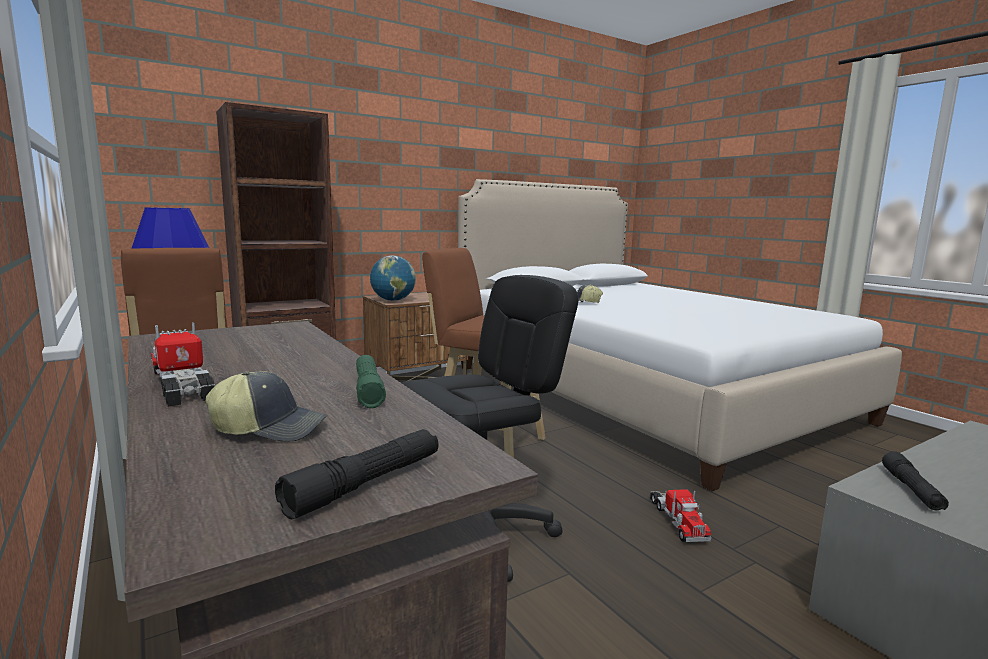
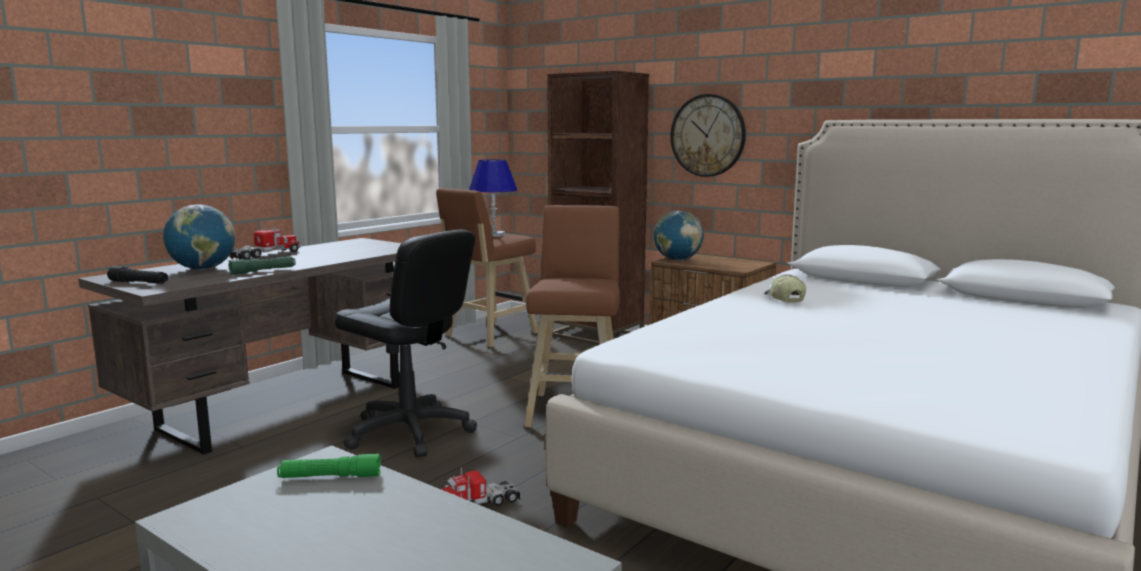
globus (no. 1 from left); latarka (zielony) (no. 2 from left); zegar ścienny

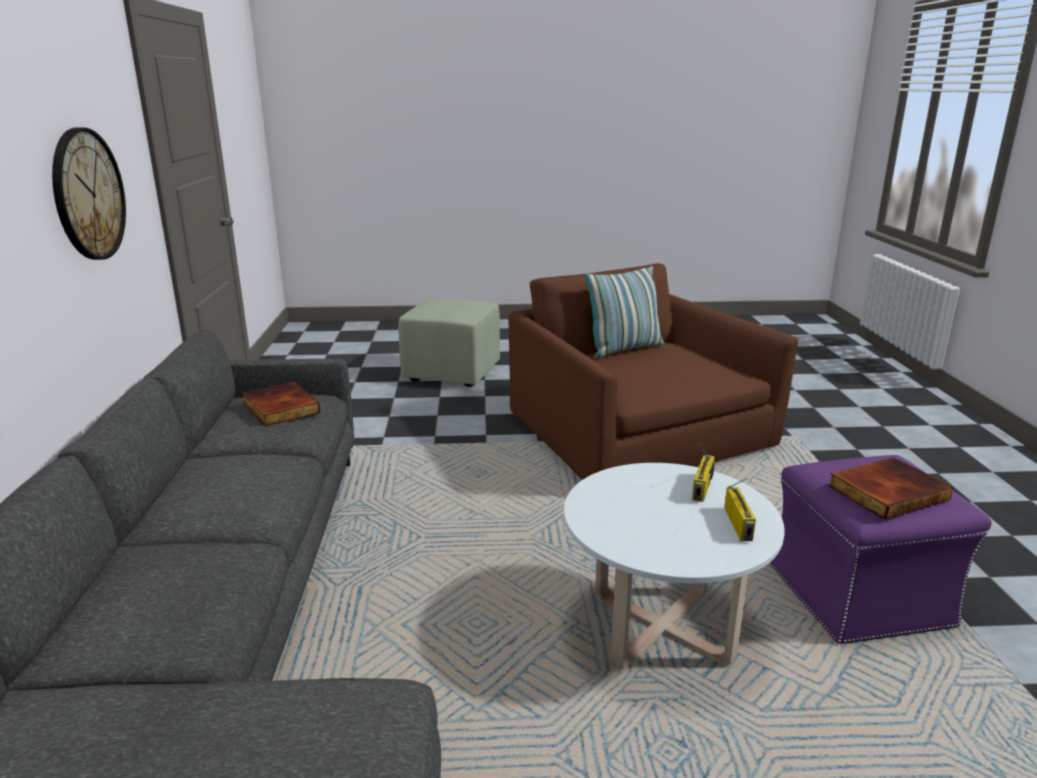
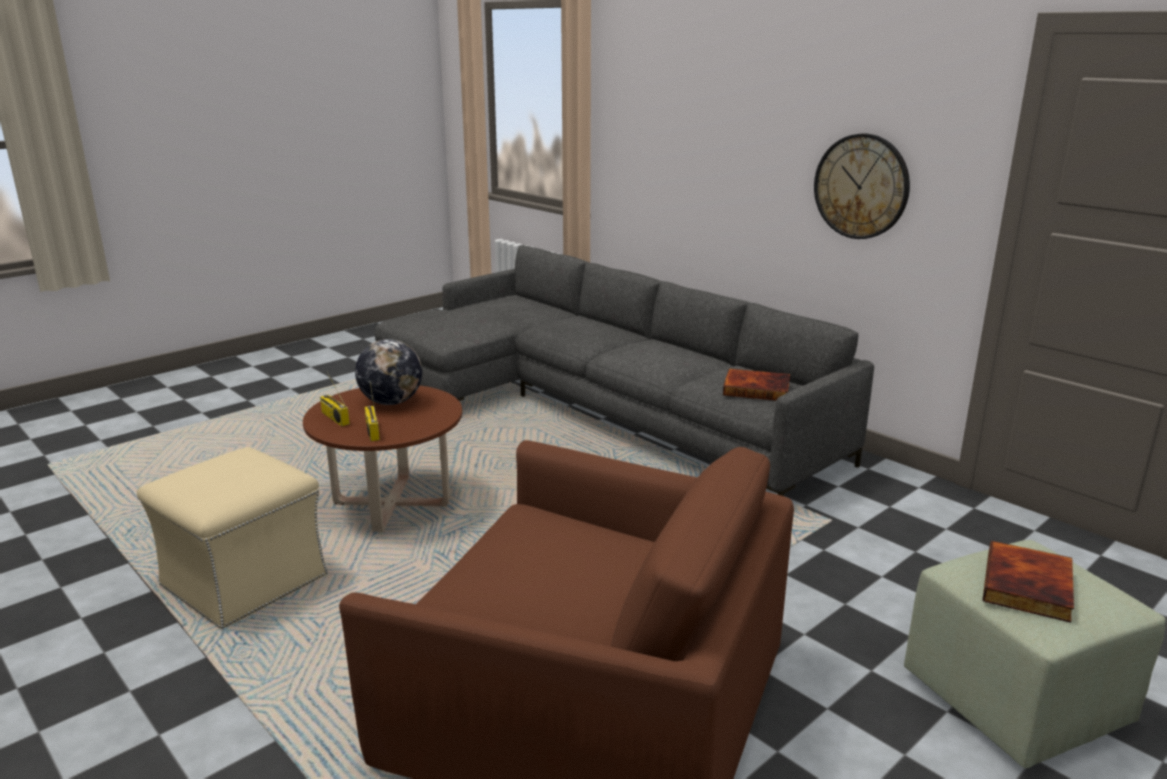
pufa (beżowy); ława (brązowy); globus; książka (no. 2 from left); poduszka

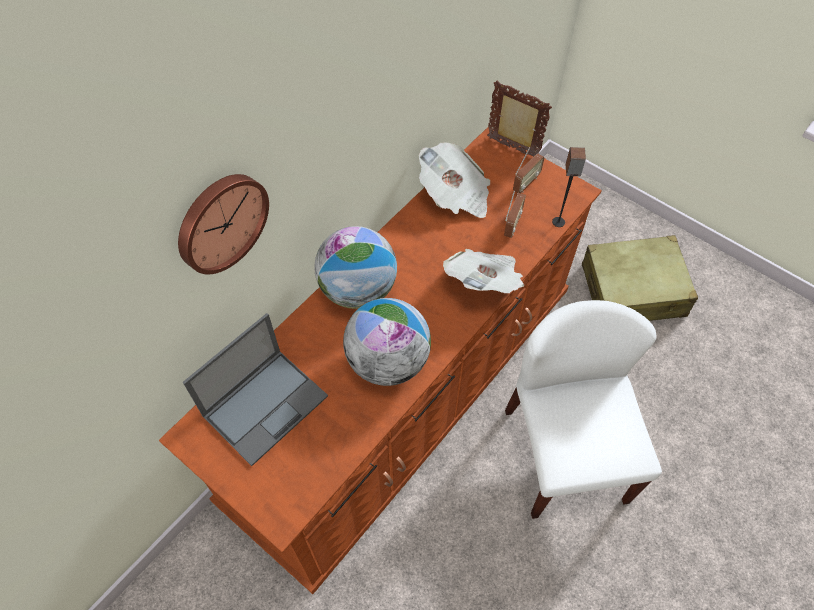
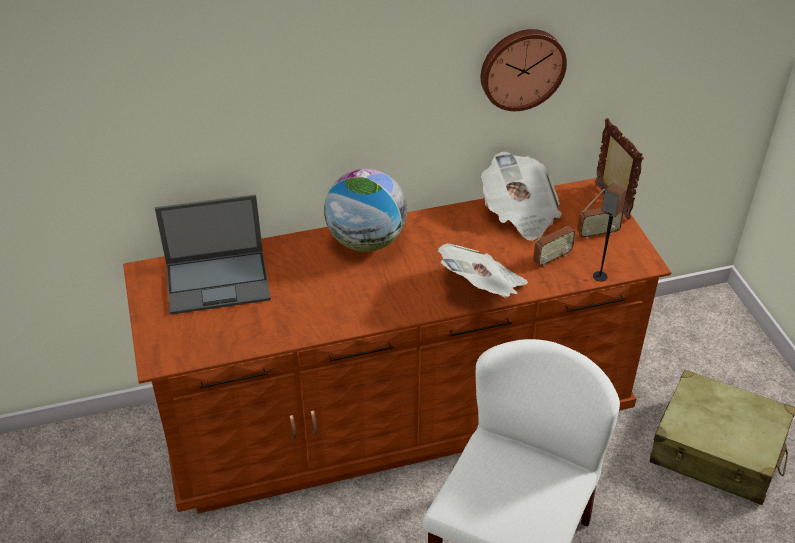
zegar ścienny; globus (no. 2 from left in the first image)

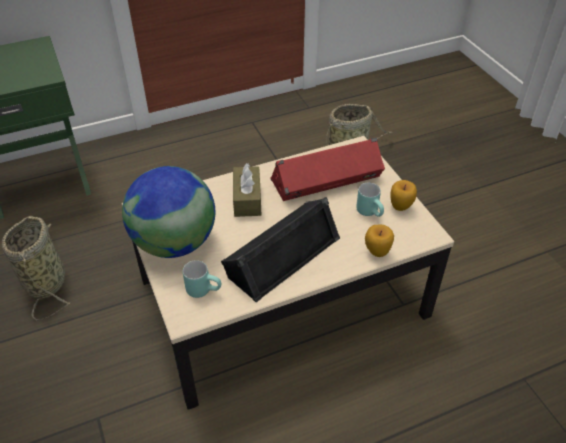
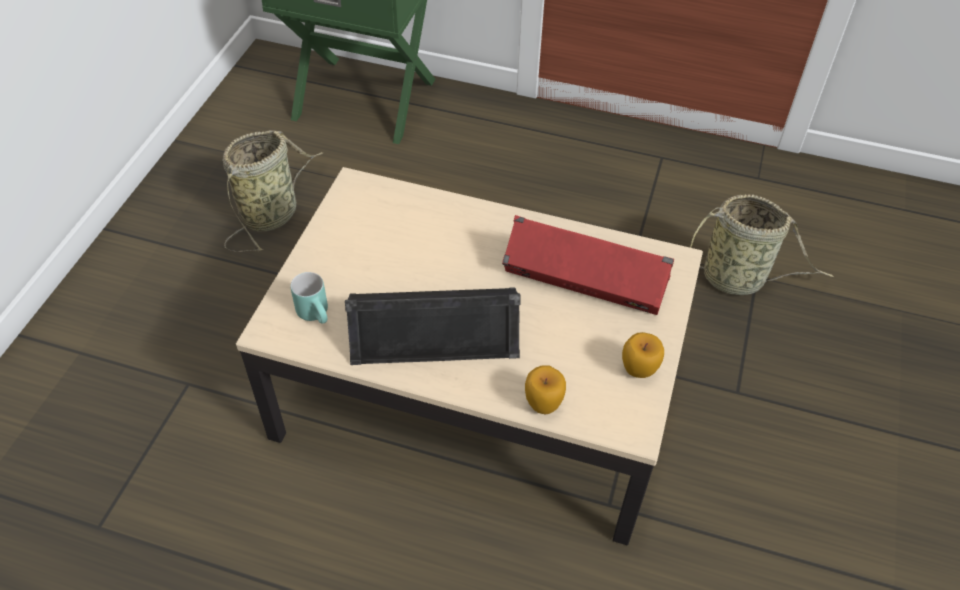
globus; pudełko chusteczek (brązowy); kubek (turkusowy) (no. 2 from left in the first image)

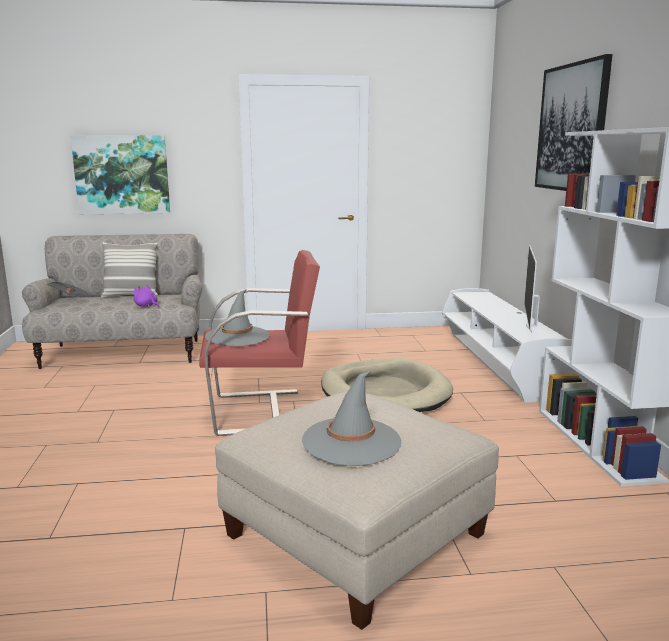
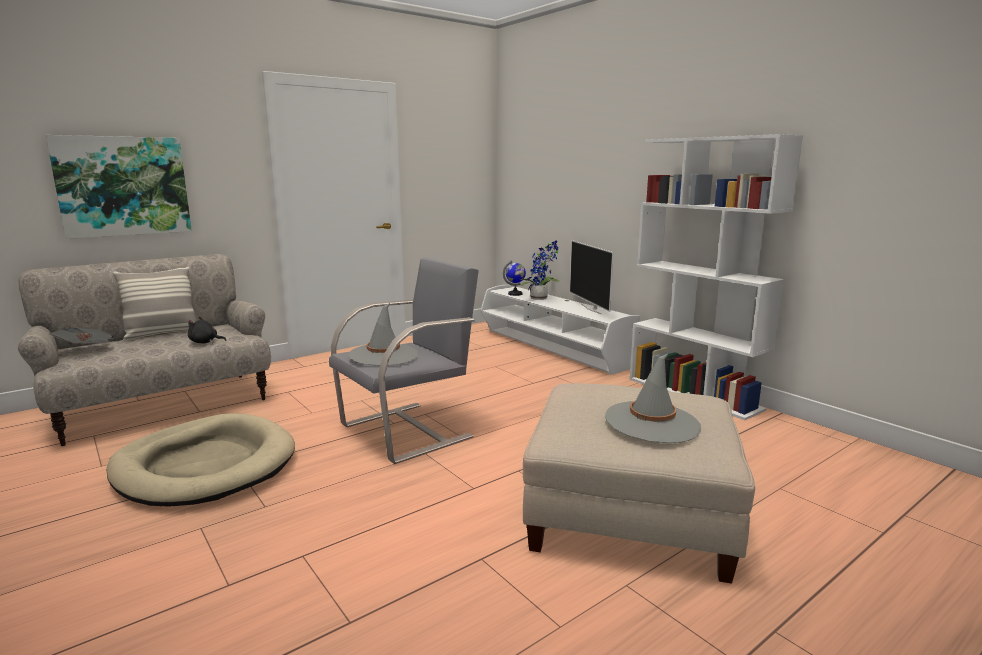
legowisko (beżowy); pluszak (czarny); fotel (szary); globus; roślina doniczkowa; obraz (no. 2 from left in the first image)

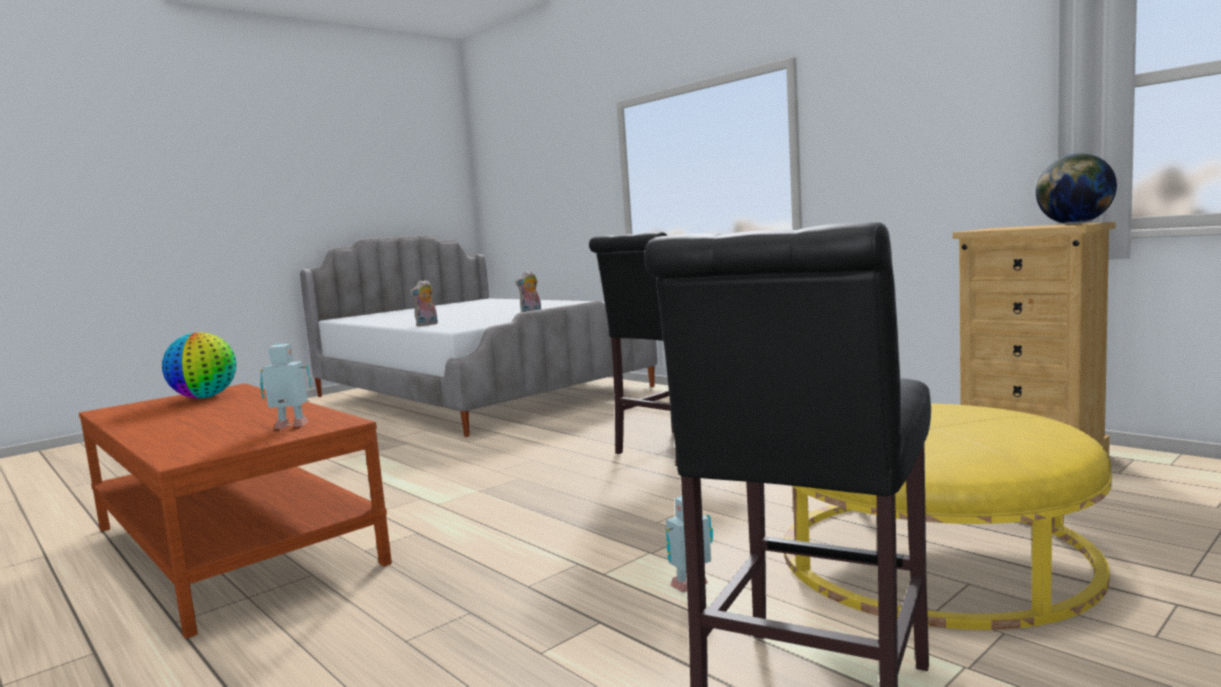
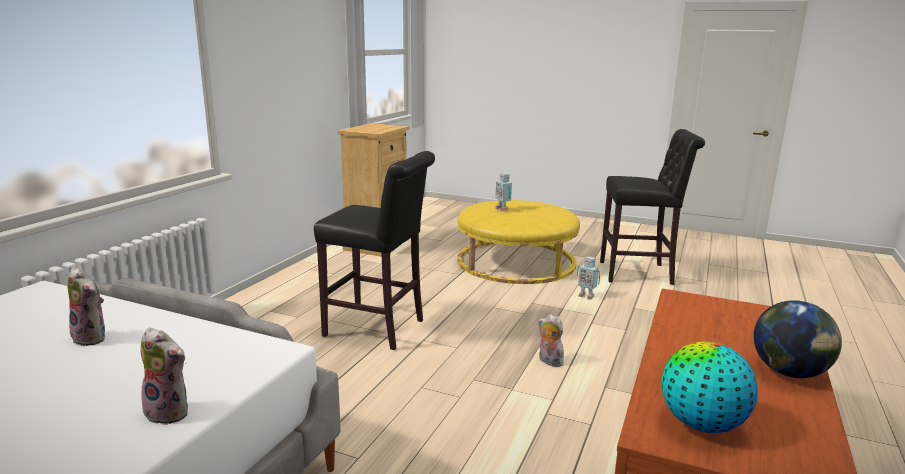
robot zabawkowy (no. 1 from left); pluszak (no. 3 from left); globus (no. 2 from left)

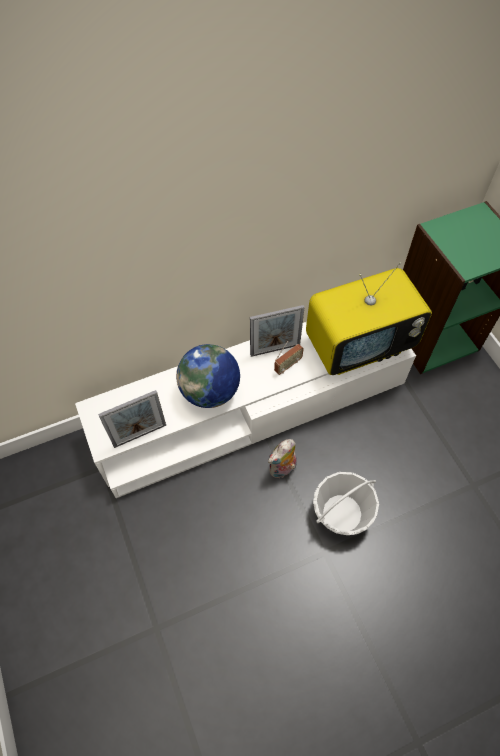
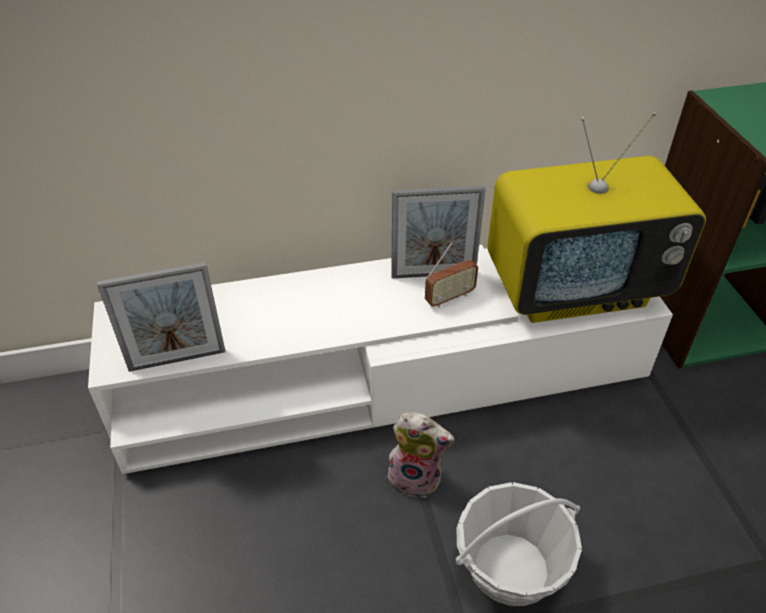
pluszak; globus

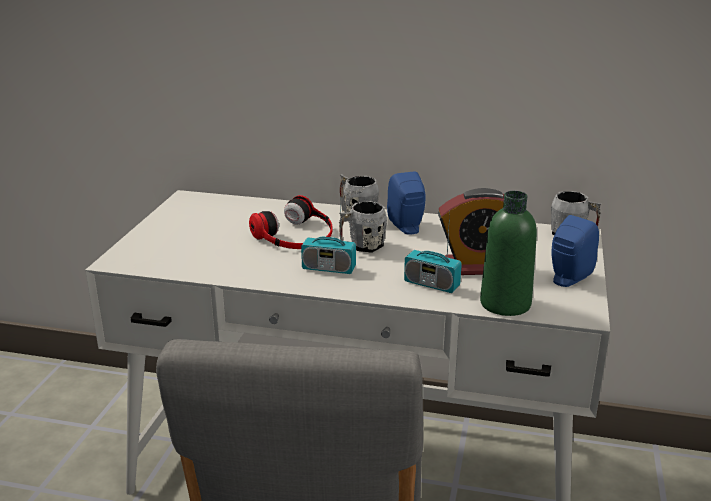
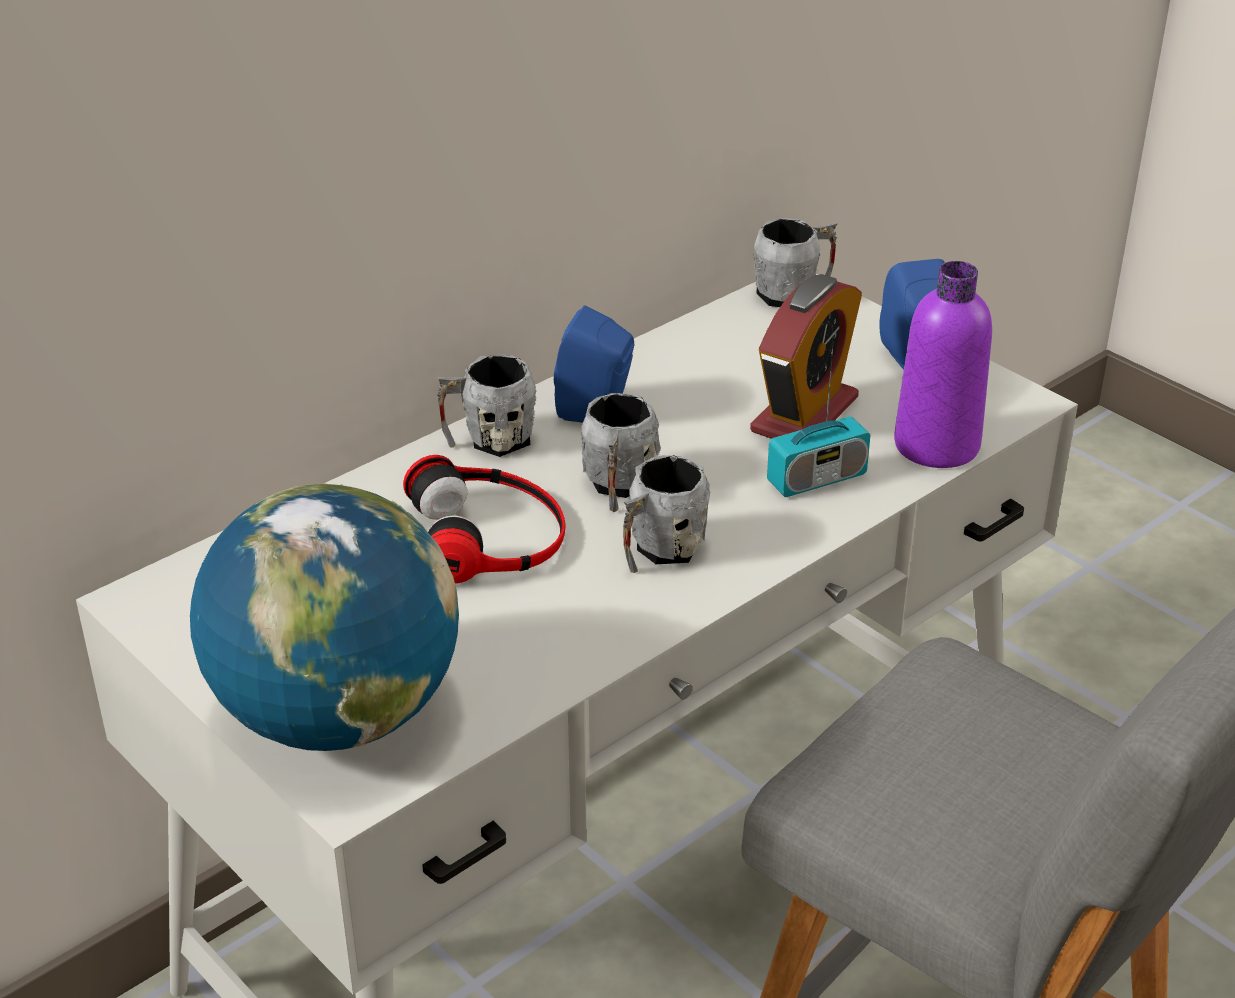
globus; kubek (szary) (no. 3 from left); butelka (fioletowy)

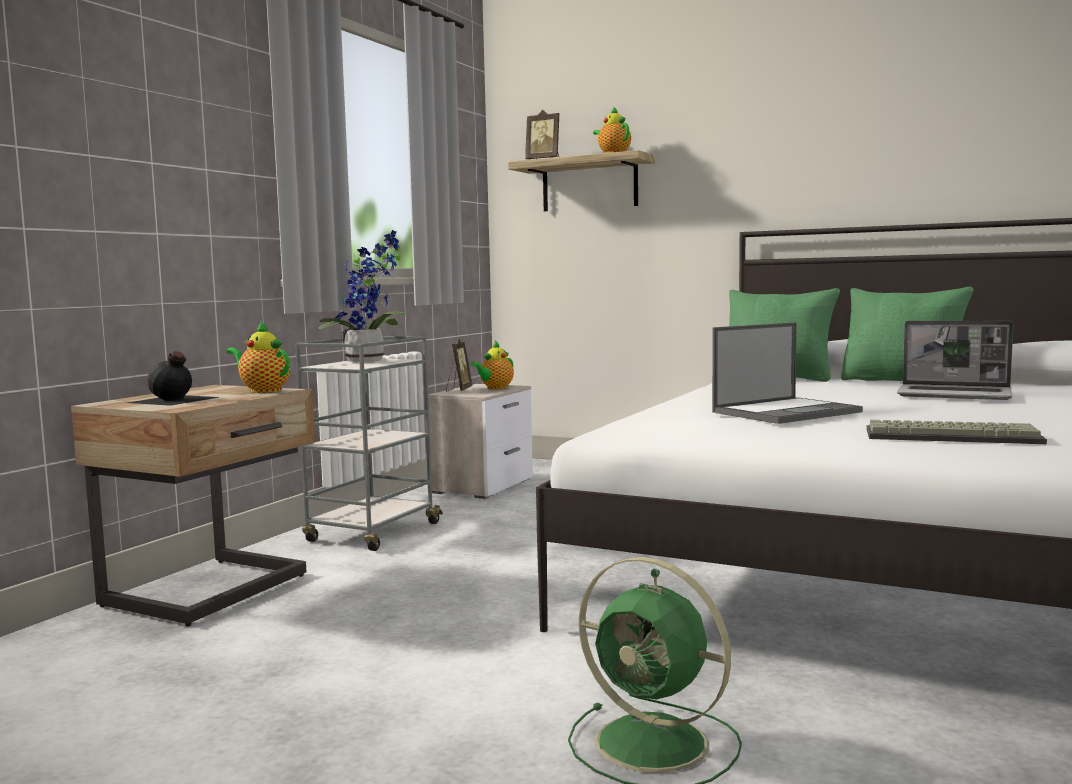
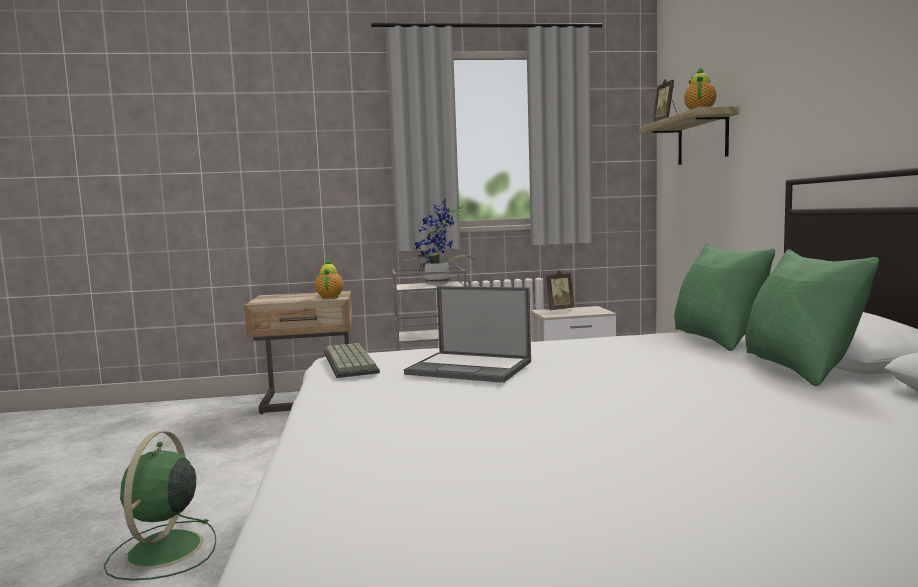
klawiatura; butelka (czarny); imbryk (no. 2 from left in the first image); laptop (no. 2 from left in the first image)

